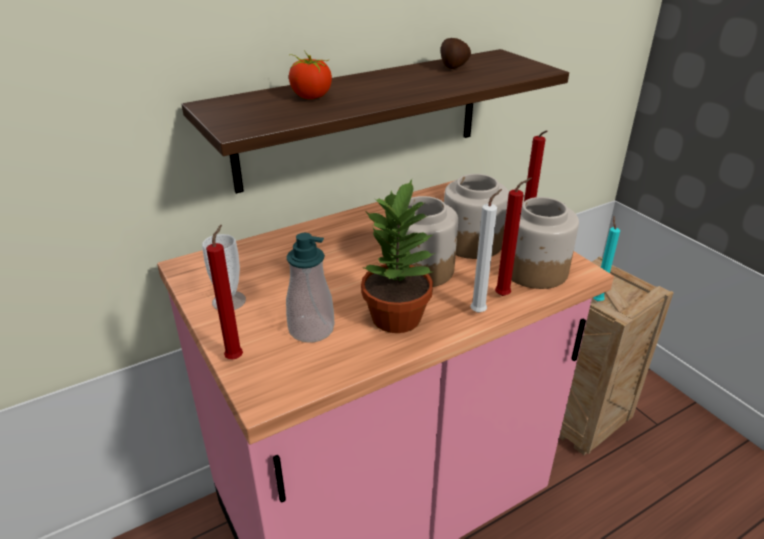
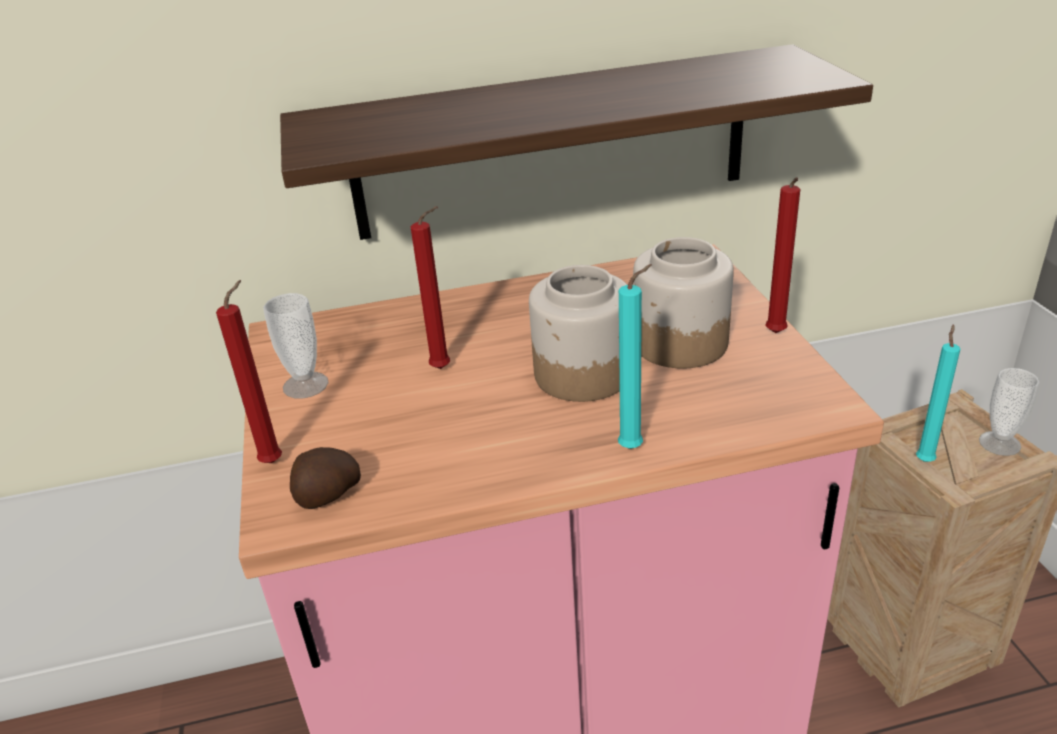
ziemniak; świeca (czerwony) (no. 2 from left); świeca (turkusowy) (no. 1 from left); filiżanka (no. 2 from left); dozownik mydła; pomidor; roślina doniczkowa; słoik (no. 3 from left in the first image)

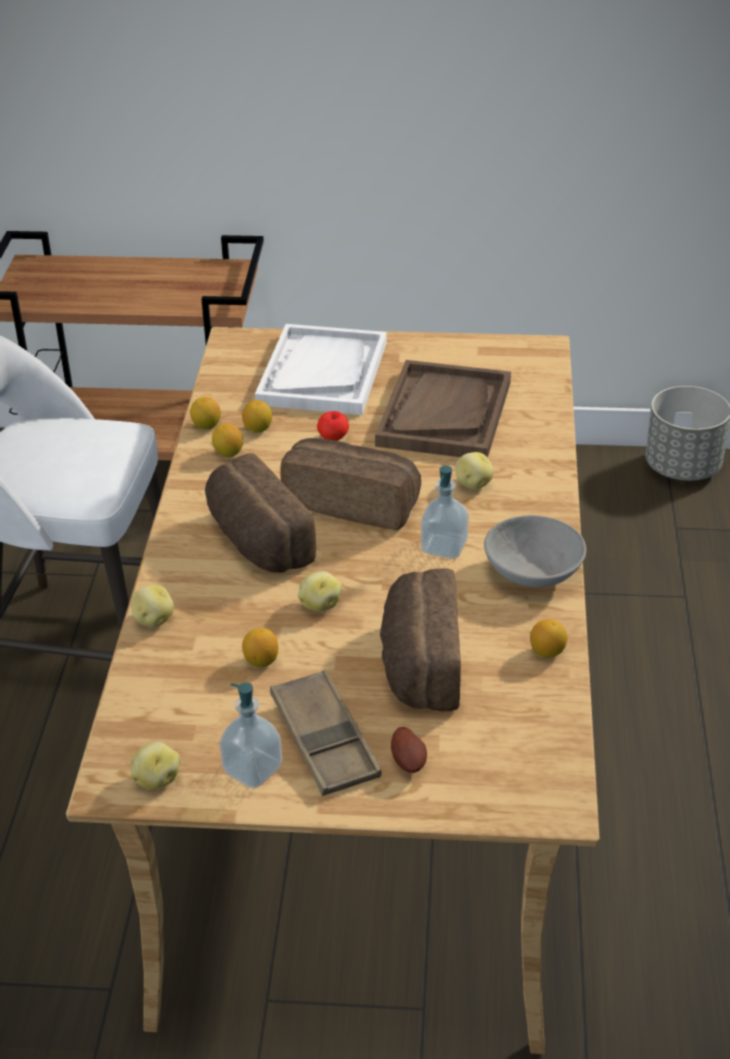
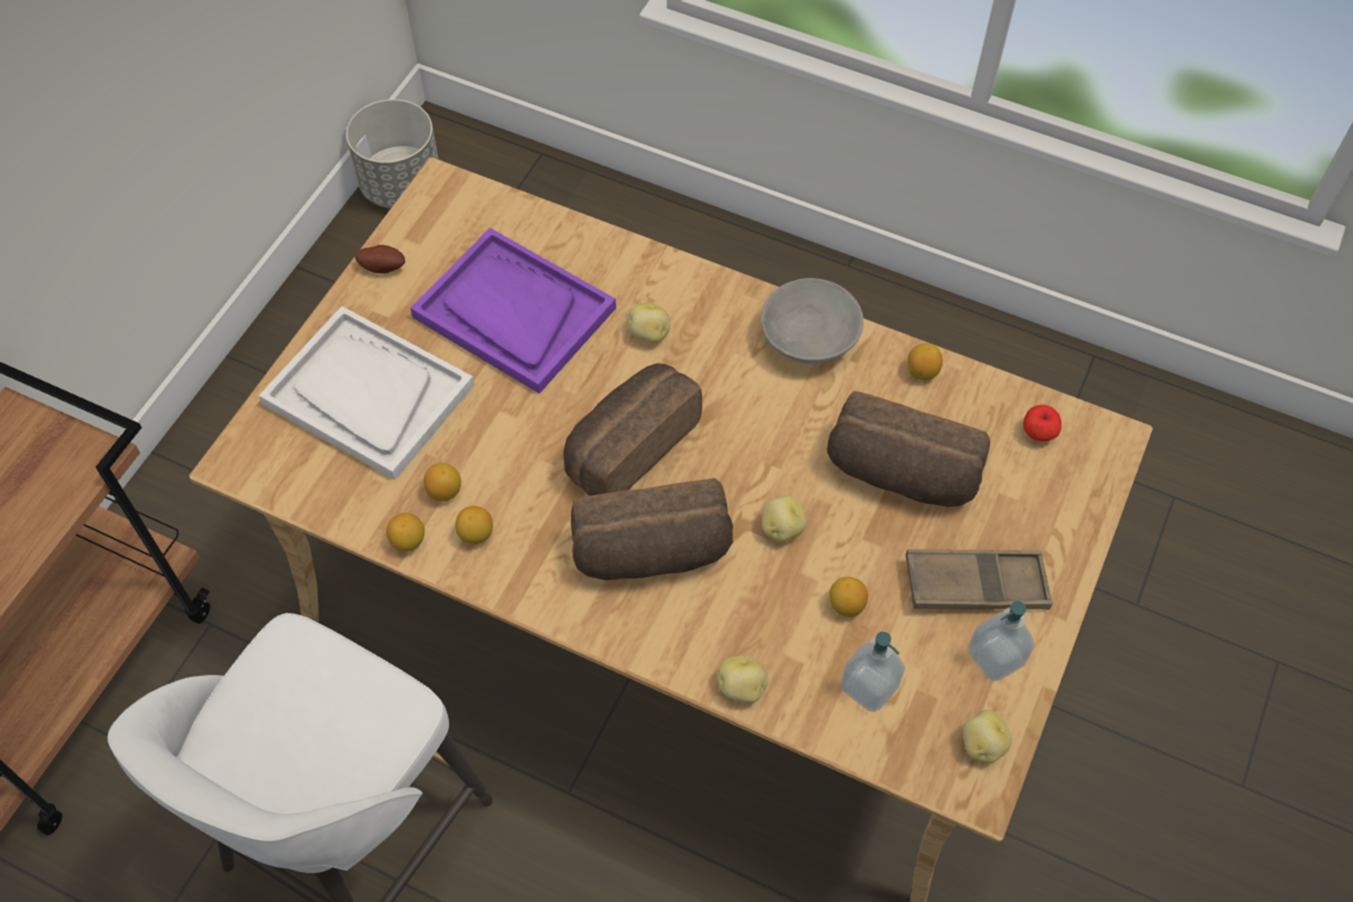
ziemniak (no. 1 from left); taca (fioletowy); dozownik mydła (no. 1 from left); jabłko

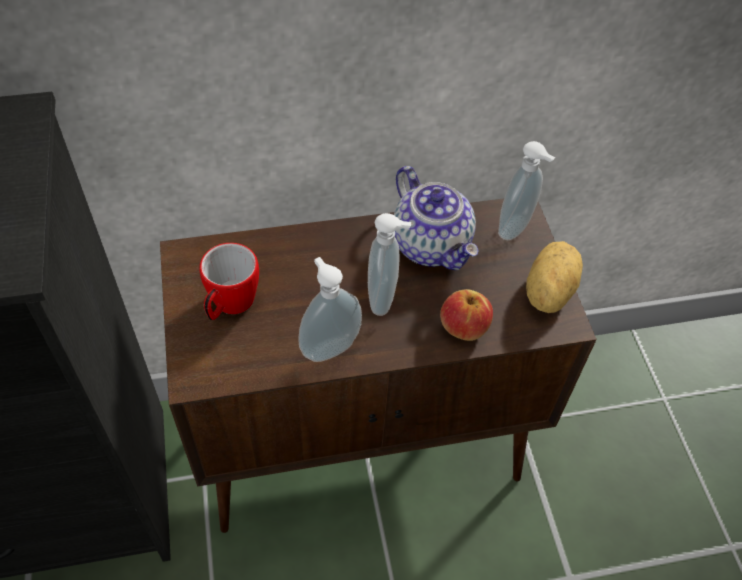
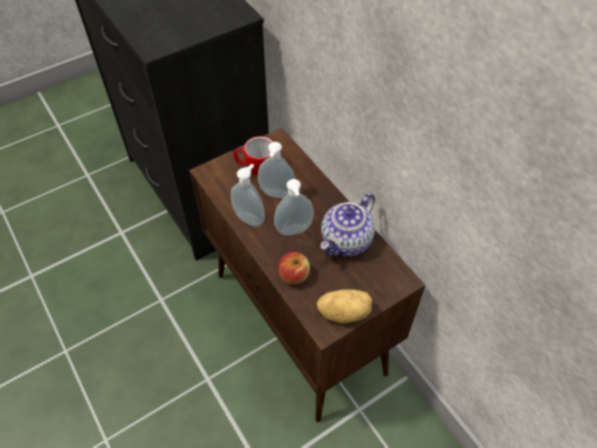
dozownik mydła (no. 2 from left)

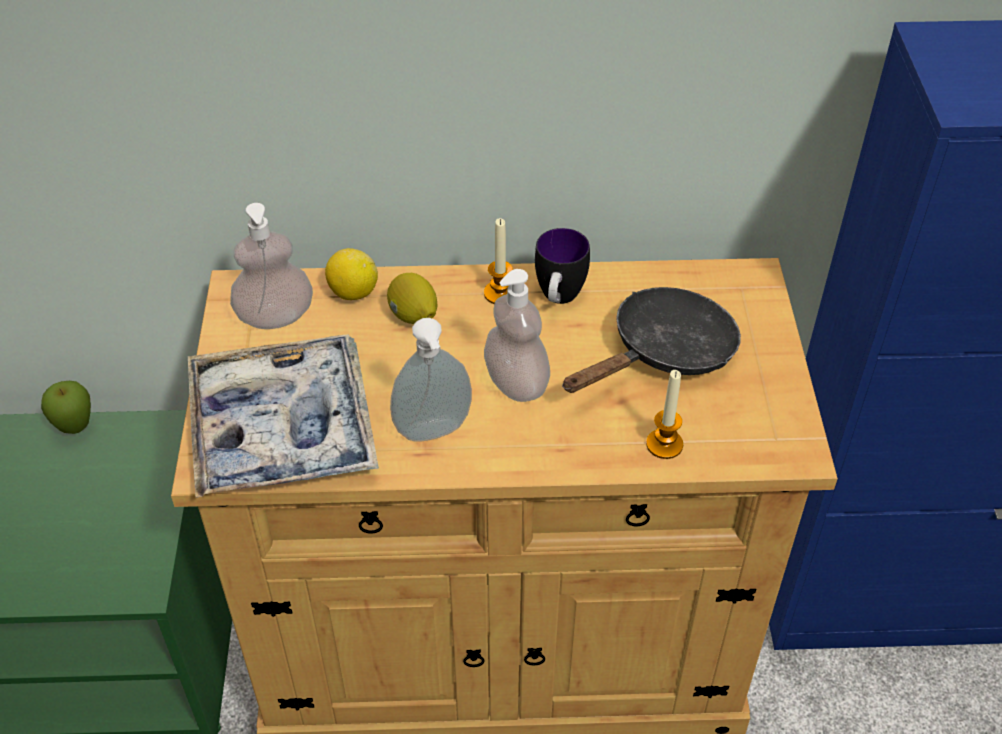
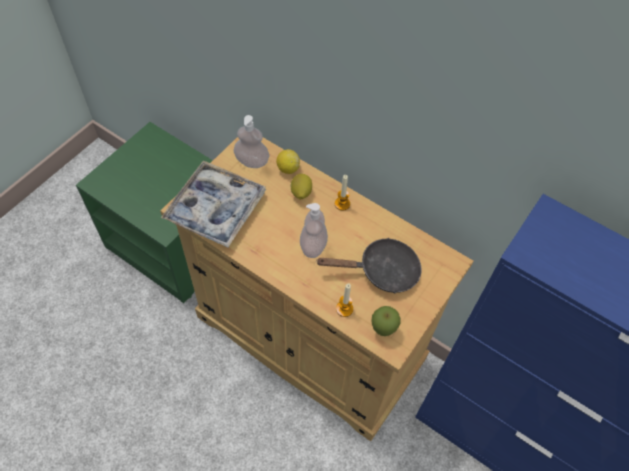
jabłko; dozownik mydła (no. 2 from left in the first image); kubek

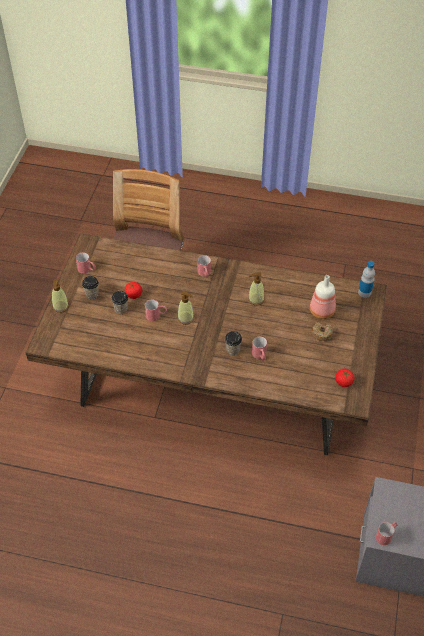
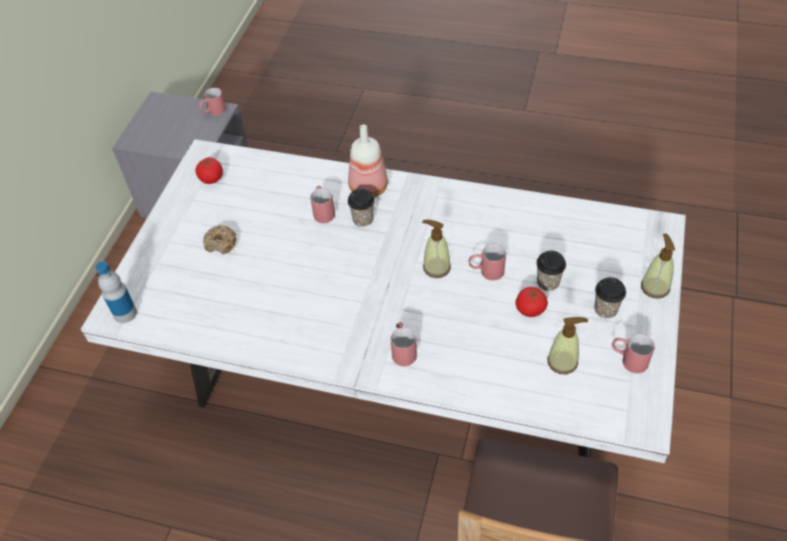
stół jadalny (biały); butelka (no. 2 from left); dozownik mydła (no. 2 from left)

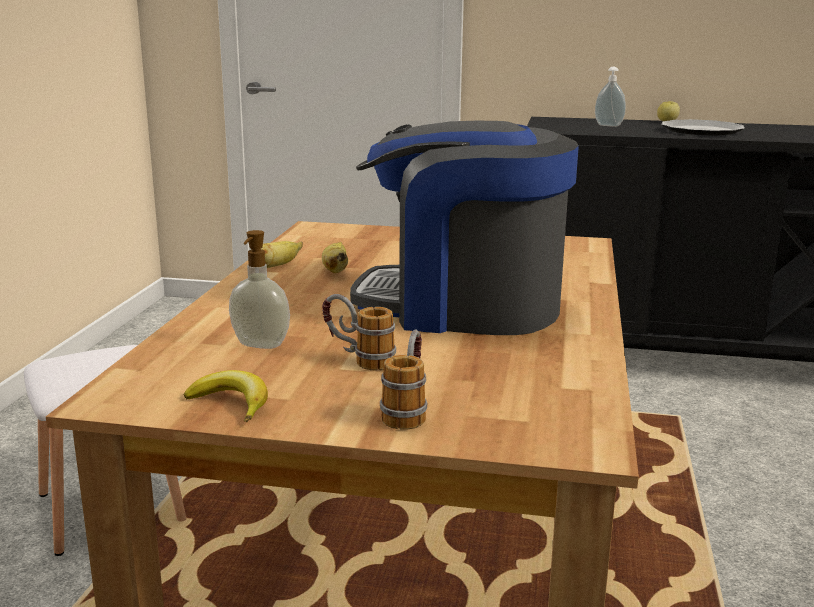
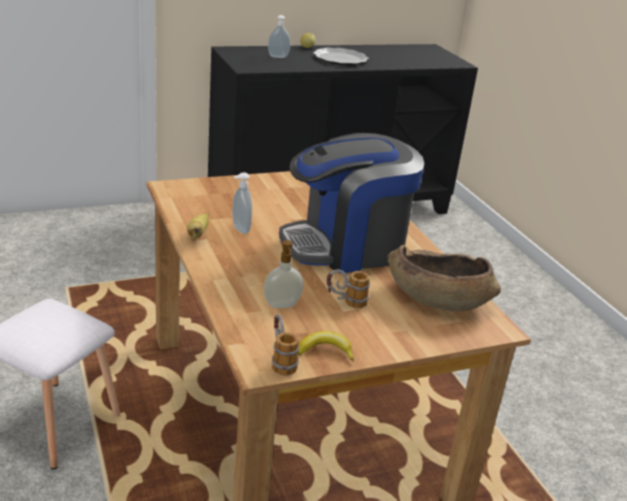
dozownik mydła (no. 1 from left); kubek (no. 1 from left); miska (brązowy)

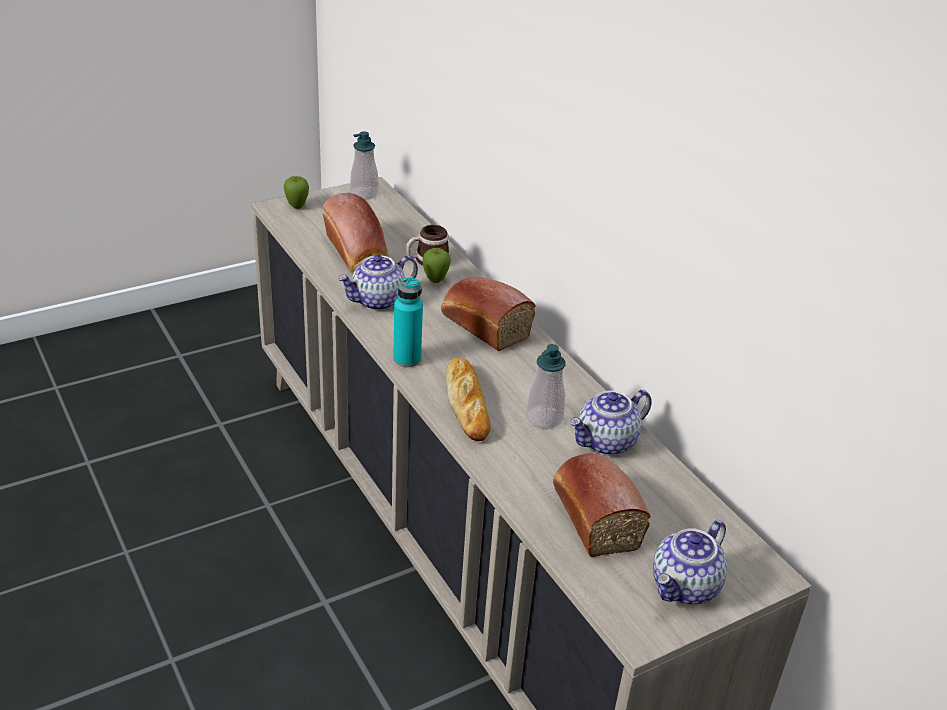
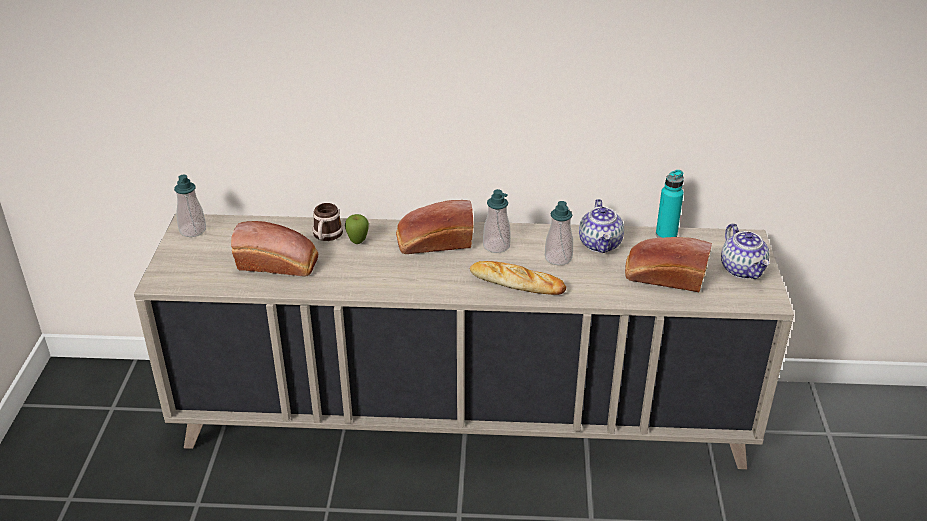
dozownik mydła (no. 2 from left); butelka (turkusowy); jabłko (no. 1 from left in the first image); imbryk (no. 1 from left in the first image)

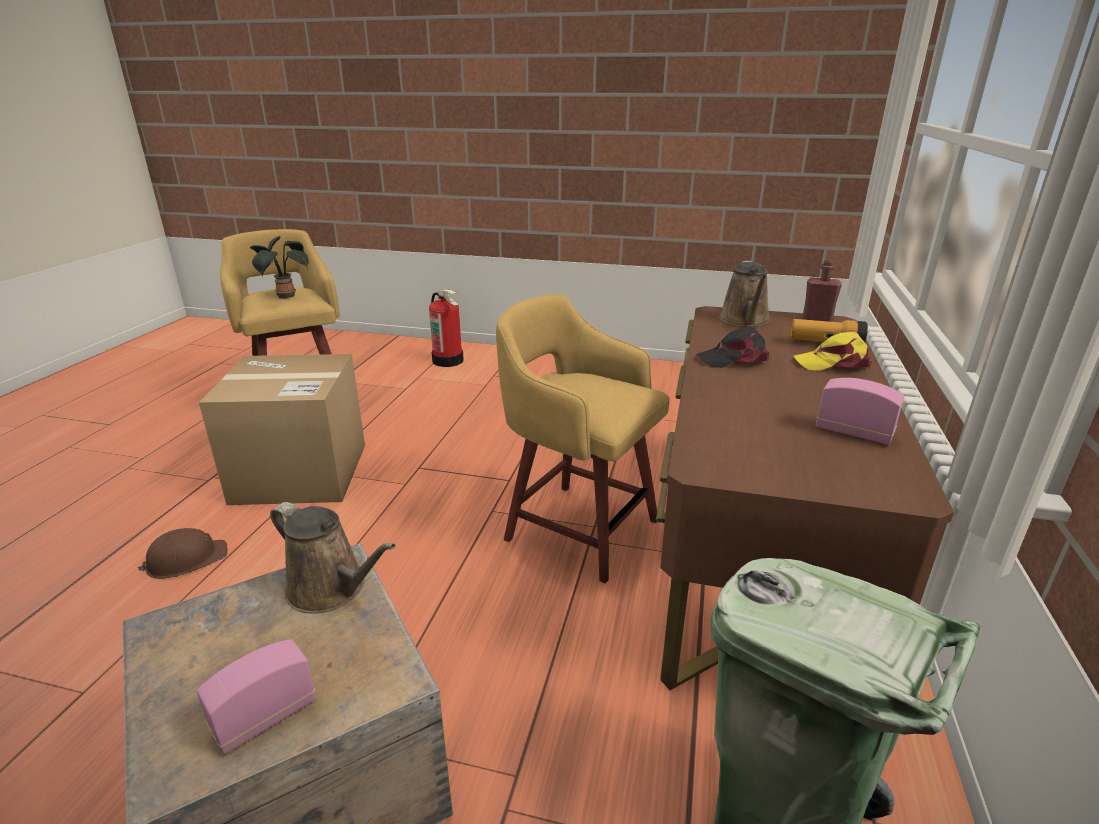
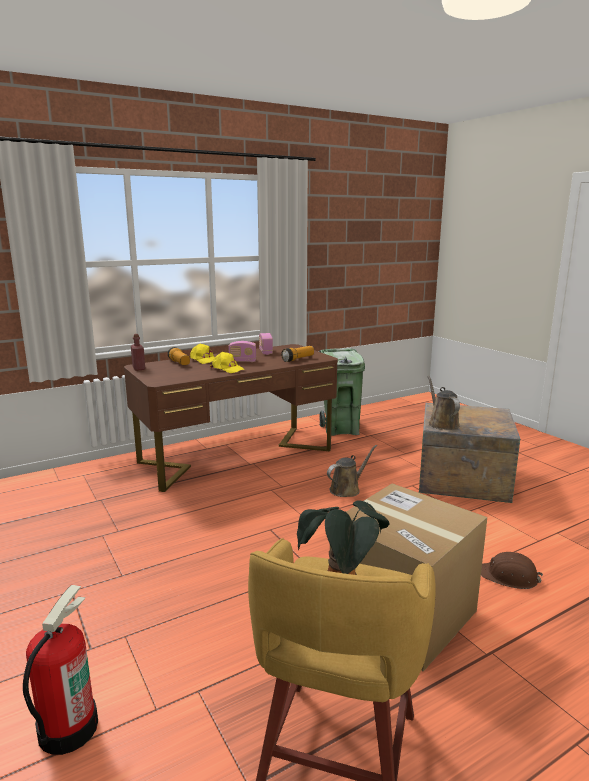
czapka z daszkiem (żółty) (no. 2 from left); radio (no. 1 from left); latarka (no. 2 from left); konewka (brązowy) (no. 1 from left); stołek (żółty) (no. 2 from left in the first image)

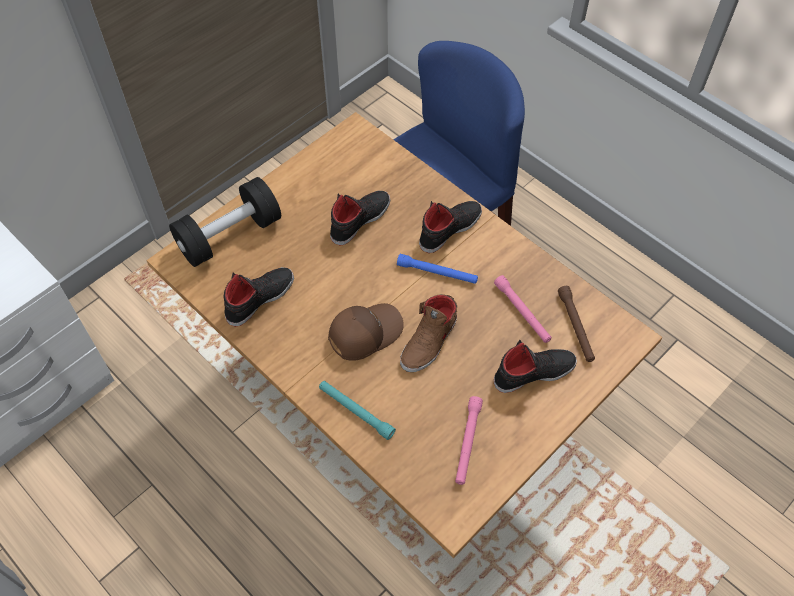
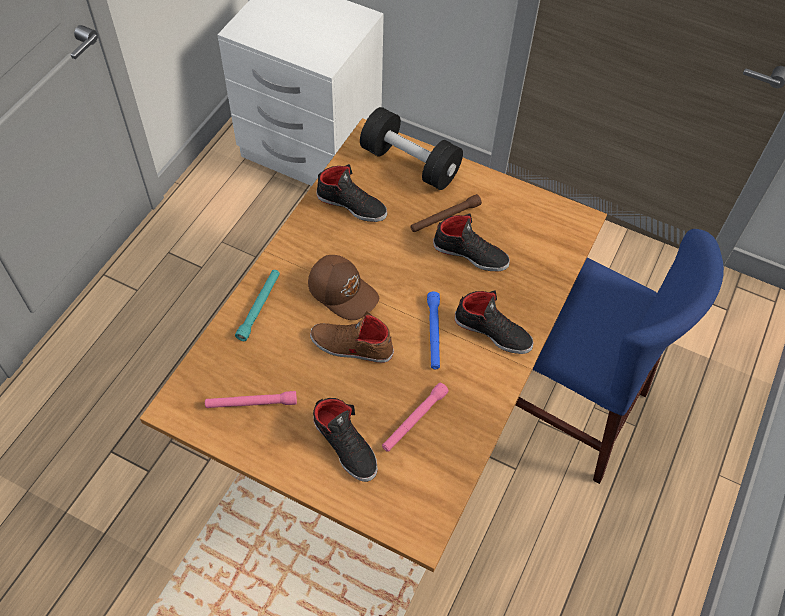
latarka (brązowy)

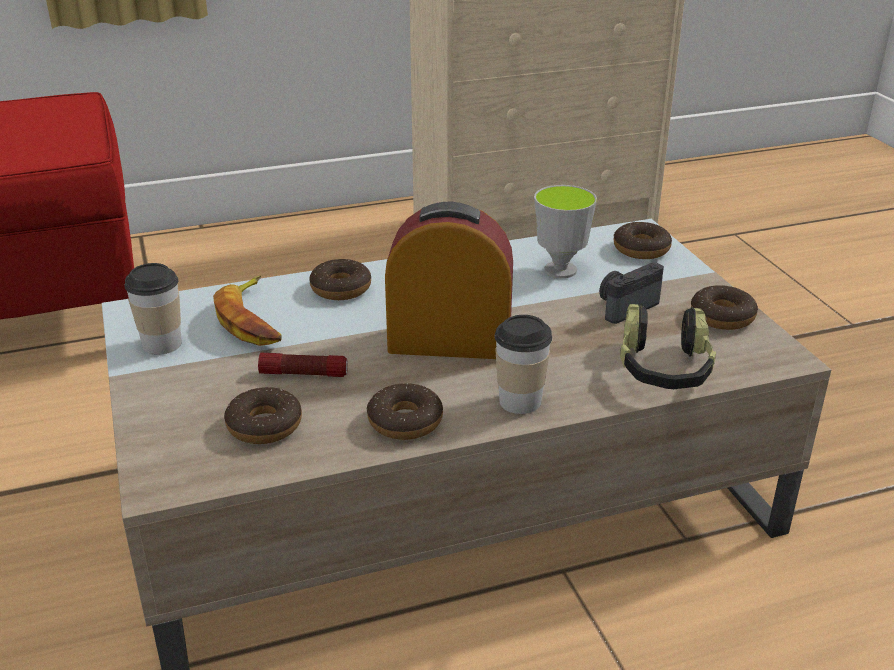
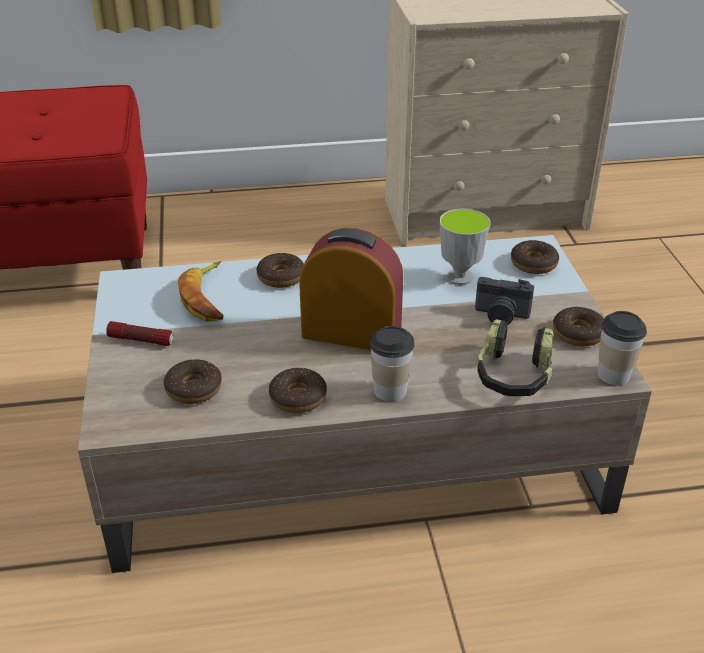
latarka; aparat fotograficzny; filiżanka (no. 3 from left)

